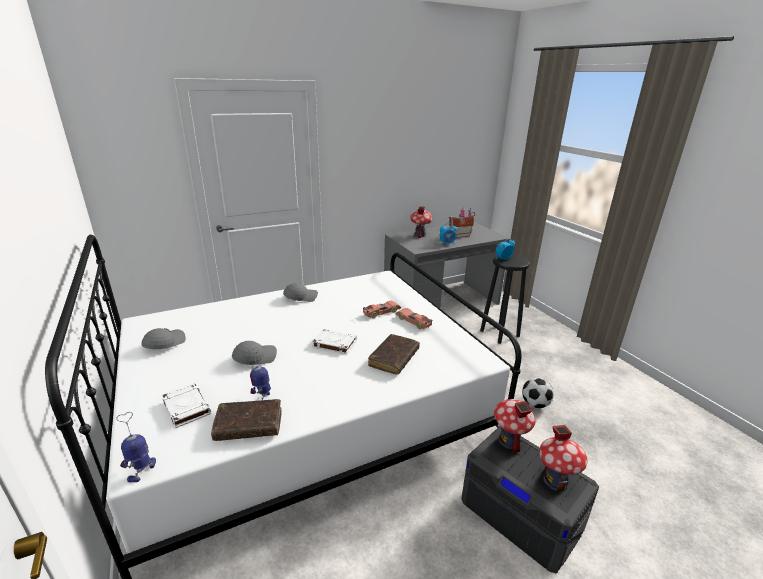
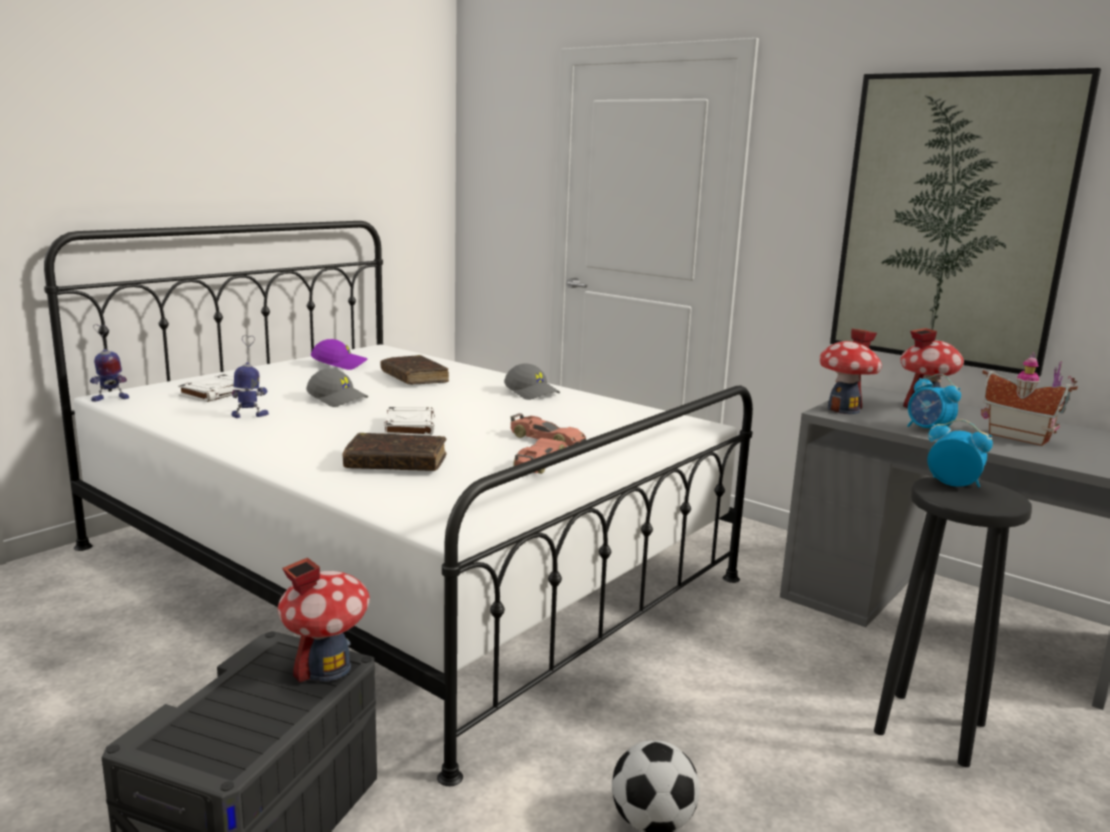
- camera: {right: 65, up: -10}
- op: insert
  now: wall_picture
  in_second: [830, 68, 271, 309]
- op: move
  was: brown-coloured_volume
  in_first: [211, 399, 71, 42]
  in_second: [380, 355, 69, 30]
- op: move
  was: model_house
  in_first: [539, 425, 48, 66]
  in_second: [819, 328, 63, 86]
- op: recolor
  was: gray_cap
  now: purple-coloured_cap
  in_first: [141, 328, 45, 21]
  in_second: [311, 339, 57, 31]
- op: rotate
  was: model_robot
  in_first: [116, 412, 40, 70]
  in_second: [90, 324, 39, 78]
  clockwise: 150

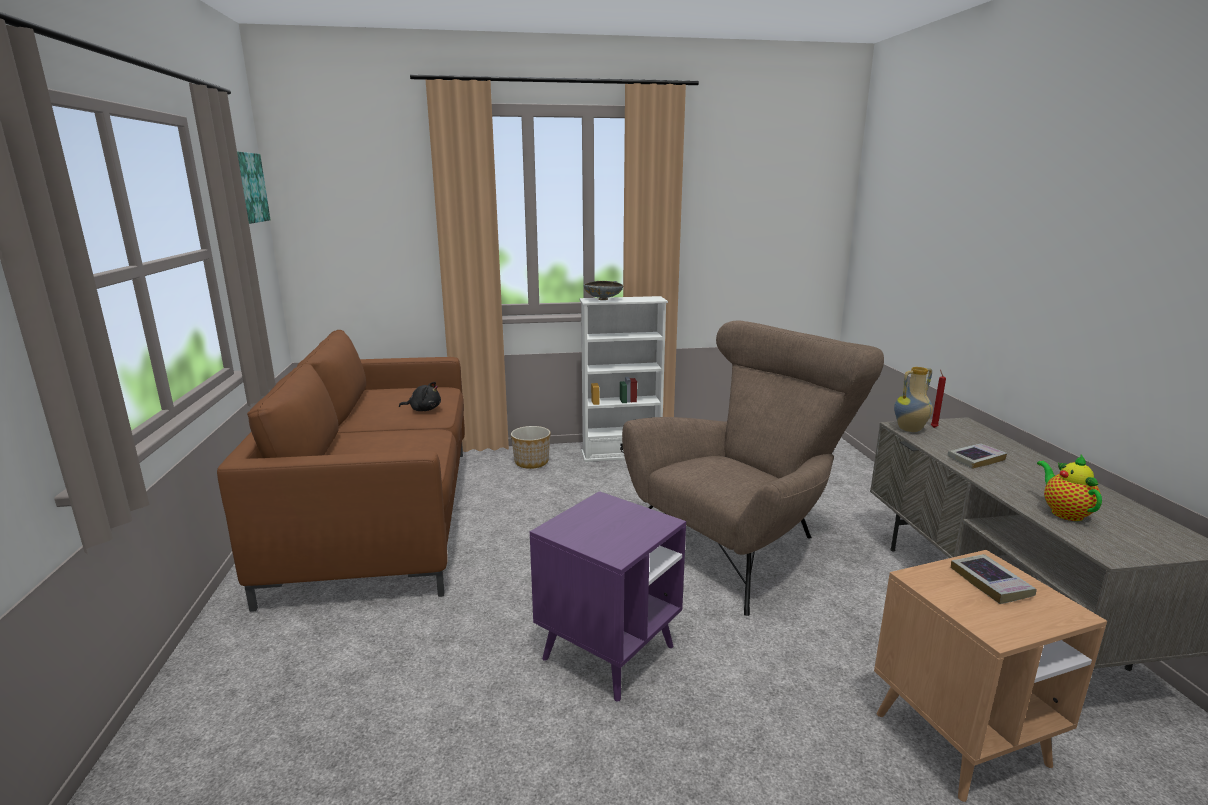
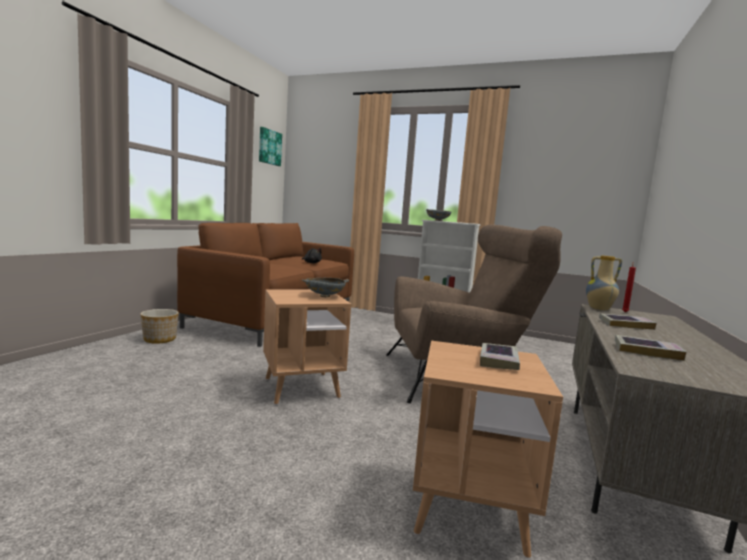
- camera: {right: 30, up: -10}
- op: insert
  now: gray_deep_dish
  in_second: [302, 278, 47, 19]
- op: move
  was: plant_pot
  in_first: [511, 426, 40, 43]
  in_second: [140, 309, 39, 35]
- op: replace
  was: pot_for_tea
  now: volume
  in_first: [1037, 455, 65, 66]
  in_second: [615, 335, 71, 26]
- op: recolor
  was: purple-coloured_side_table
  now: brown-coloured_side_table
  in_first: [530, 491, 156, 211]
  in_second: [263, 289, 88, 116]

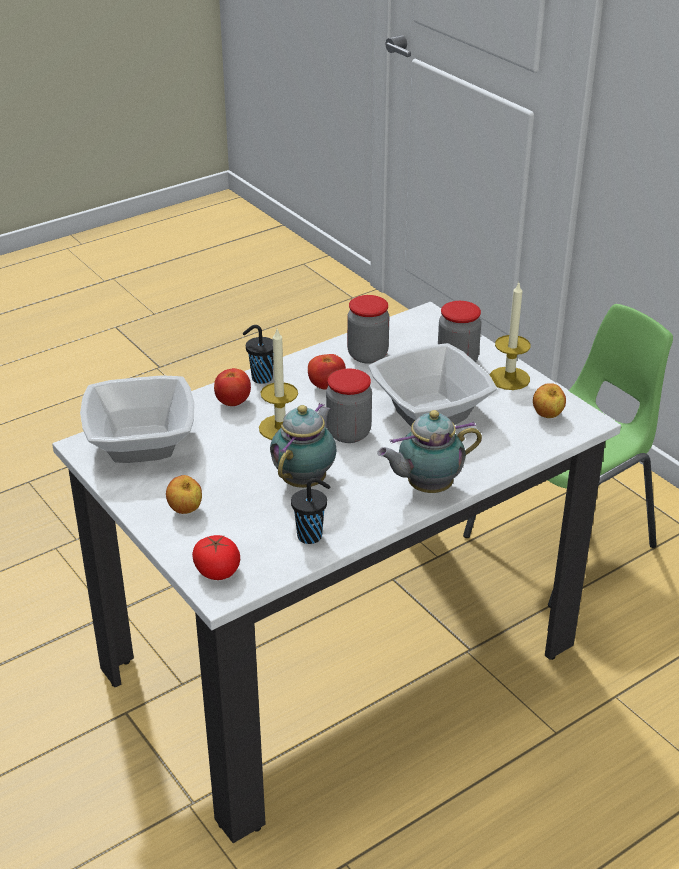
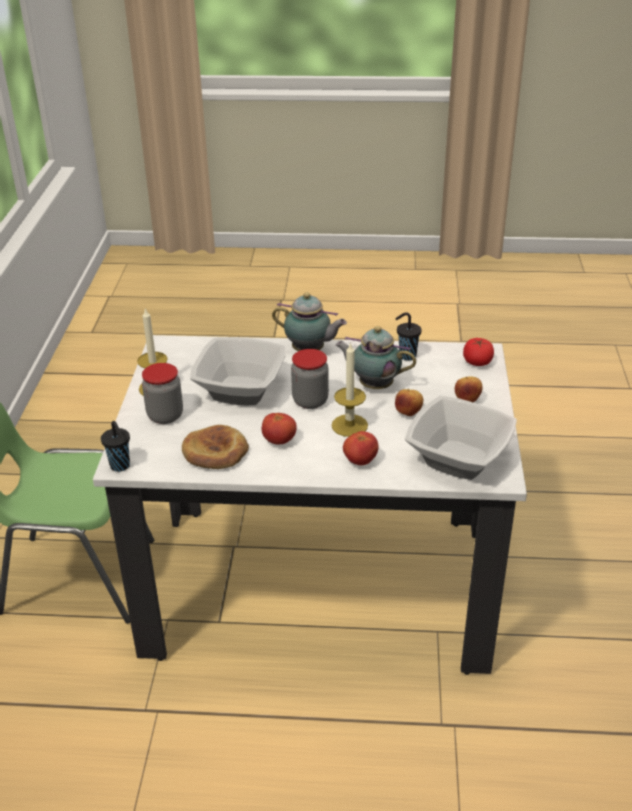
- camera: {right: -140, up: 0}
- op: move
  was: black_drinking_cup
  in_first: [243, 325, 30, 59]
  in_second: [101, 421, 29, 51]
- op: move
  was: whole_apple
  in_first: [533, 383, 33, 35]
  in_second: [395, 389, 28, 27]
- op: replace
  was: storage_jar
  now: bread
  in_first: [347, 295, 42, 69]
  in_second: [182, 425, 67, 44]
- op: rotate
  was: pot_for_tea
  in_first: [270, 403, 67, 85]
  in_second: [335, 326, 81, 63]
  clockwise: 45

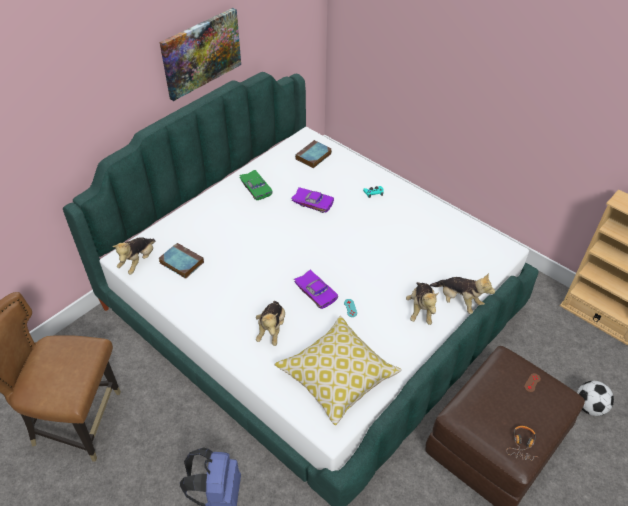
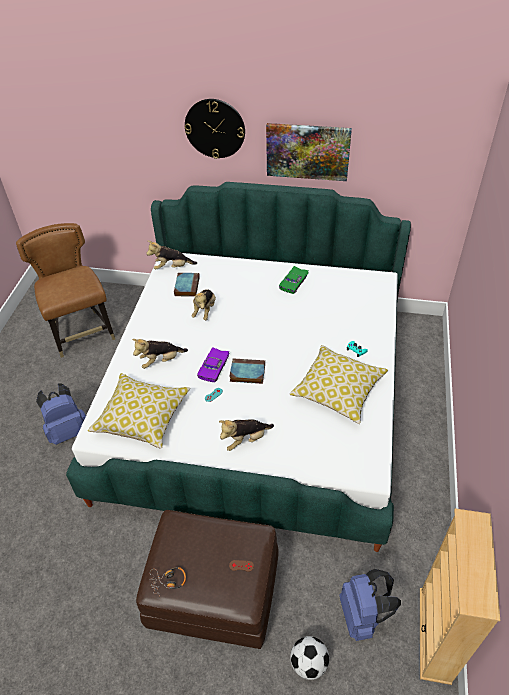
- camera: {right: 60, up: 0}
- op: delete
  was: purple-coloured_toy_car
  in_first: [291, 187, 43, 26]
- op: insert
  now: hanging_clock
  in_second: [185, 99, 60, 60]
- op: insert
  now: pillow
  in_second: [289, 345, 99, 79]
- op: insert
  now: blue-coloured_rucksack
  in_second: [339, 569, 62, 72]
- op: move
  was: volume
  in_first: [295, 140, 37, 28]
  in_second: [229, 358, 36, 26]
- op: move
  was: cuddly_toy
  in_first: [430, 273, 65, 41]
  in_second: [191, 289, 25, 31]

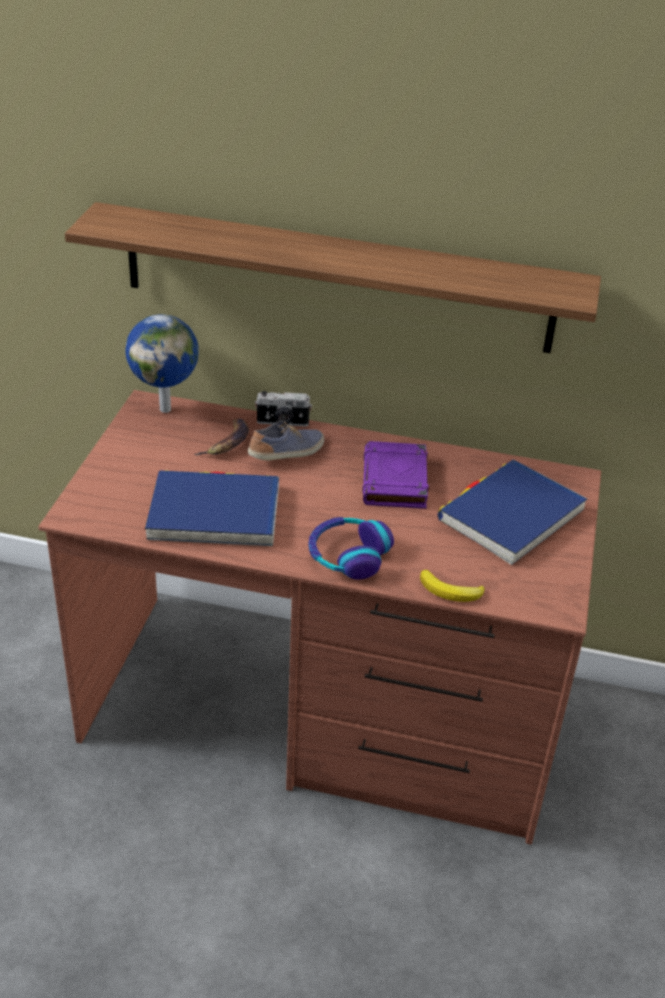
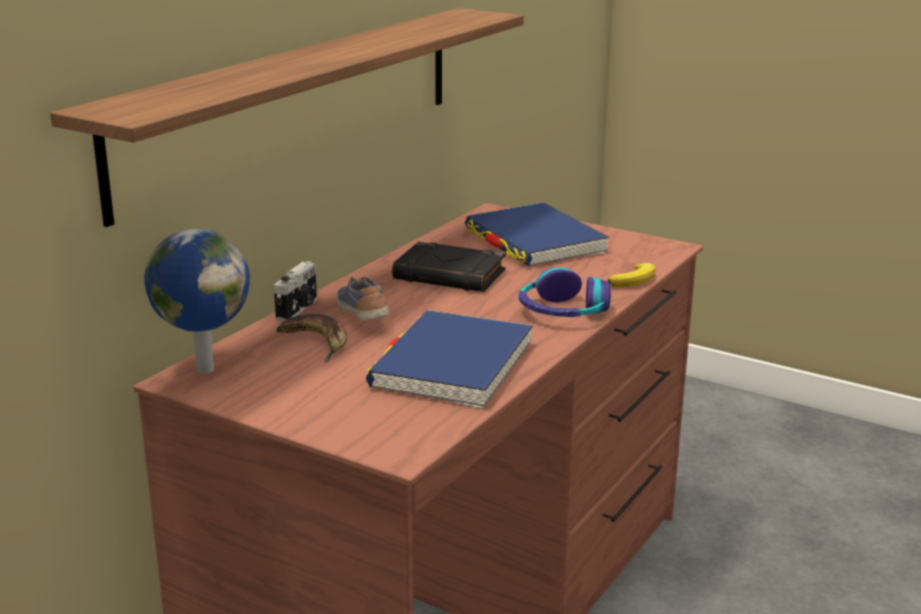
- camera: {right: -70, up: -15}
- op: recolor
  was: purple-coloured_volume
  now: black_volume
  in_first: [362, 441, 67, 68]
  in_second: [392, 242, 114, 50]

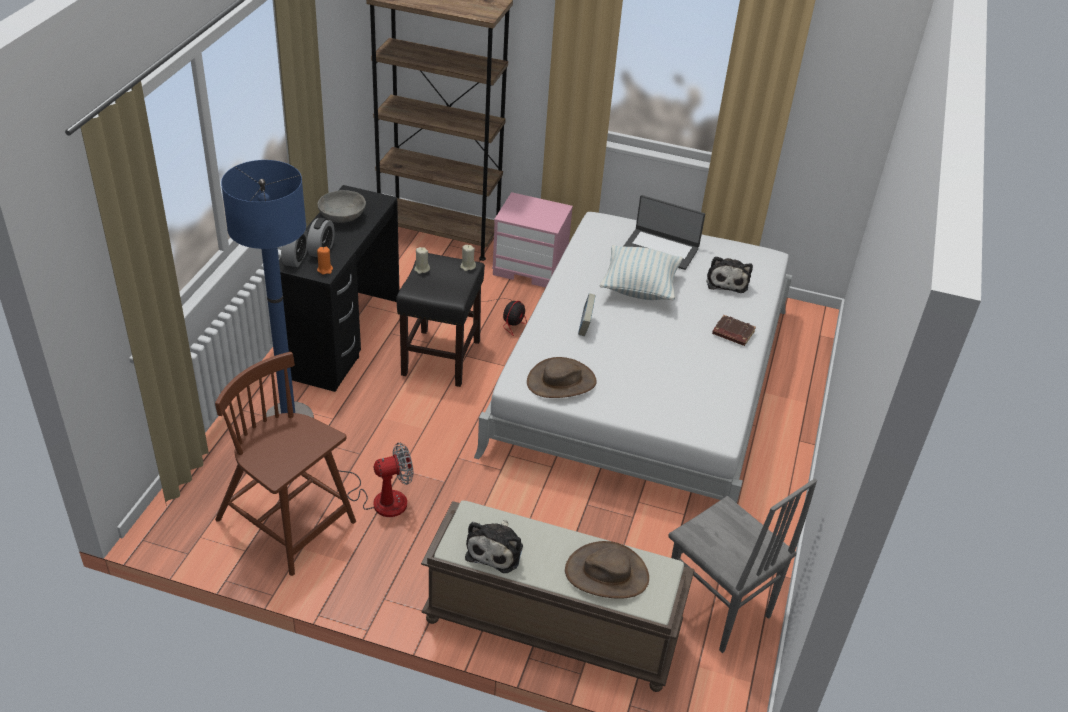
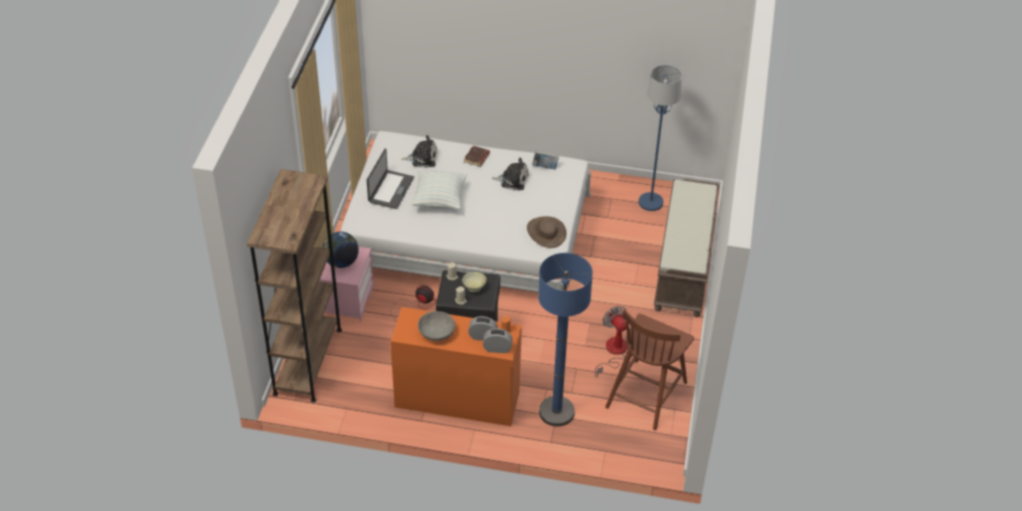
- camera: {right: -95, up: 5}
- op: delete
  was: brown-coloured_hat
  in_first: [565, 541, 84, 58]
- op: insert
  now: globe
  in_second: [322, 232, 37, 36]
- op: insert
  now: beige_deep_dish
  in_second: [462, 272, 25, 20]
- op: move
  was: cuddly_toy
  in_first: [465, 520, 58, 53]
  in_second: [492, 158, 37, 32]
- op: move
  was: volume
  in_first: [578, 293, 18, 43]
  in_second: [532, 151, 27, 18]
- op: replace
  was: gray_chair
  now: blue-coloured_floor_lamp
  in_first: [668, 479, 149, 174]
  in_second: [639, 65, 43, 146]
- op: recolor
  was: black_desk_unit
  now: orange-coloured_desk_unit
  in_first: [279, 185, 120, 207]
  in_second: [390, 307, 132, 119]

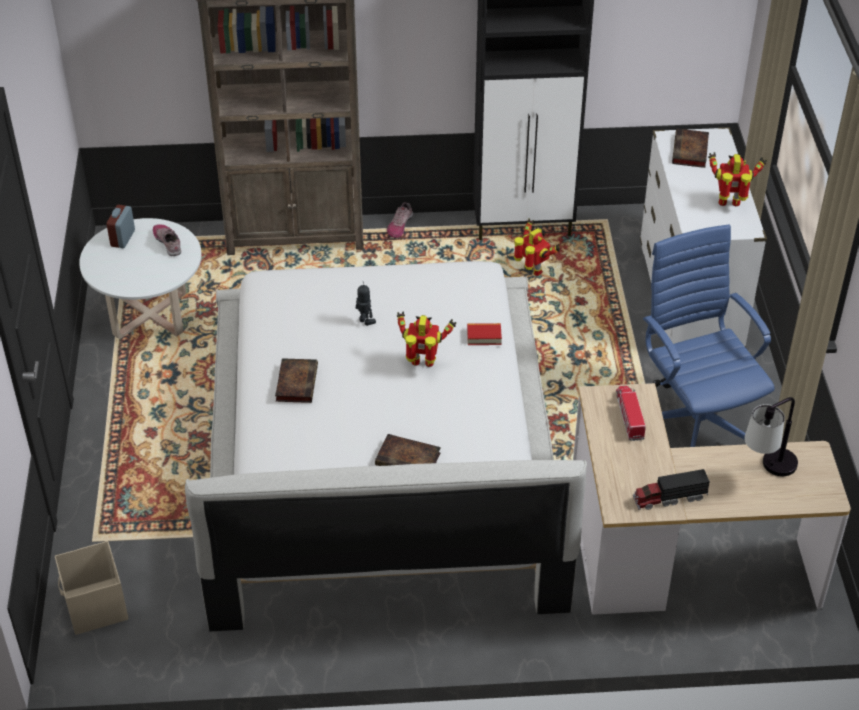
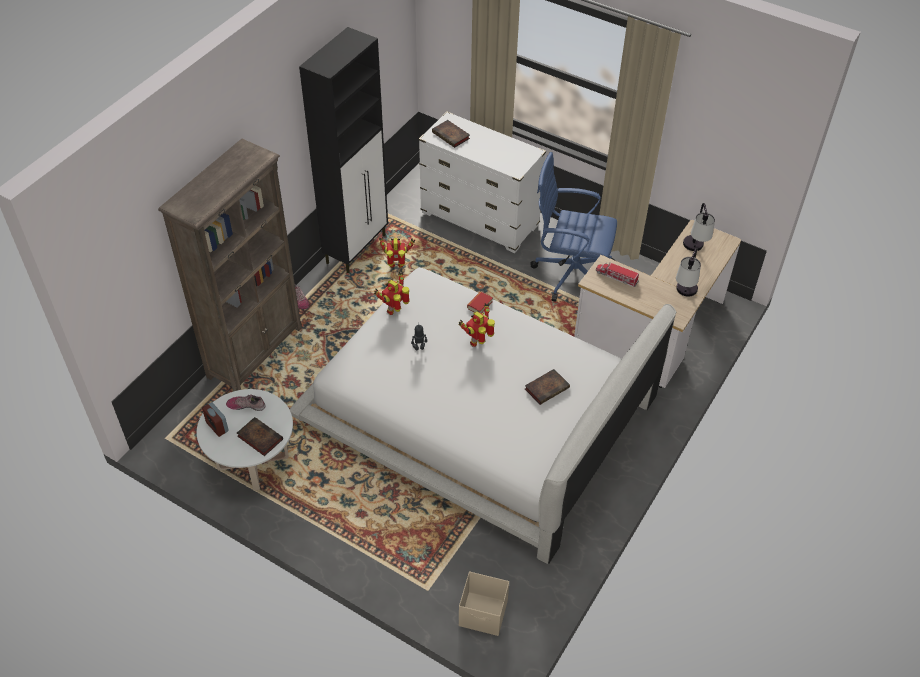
- camera: {right: -55, up: 5}
- op: move
  was: volume
  in_first: [275, 358, 43, 45]
  in_second: [237, 417, 46, 39]
- op: move
  was: model_robot
  in_first: [708, 152, 59, 54]
  in_second: [374, 271, 36, 44]
- op: replace
  was: model_truck
  now: lamp_for_a_table
  in_first: [633, 469, 77, 41]
  in_second: [676, 248, 25, 49]

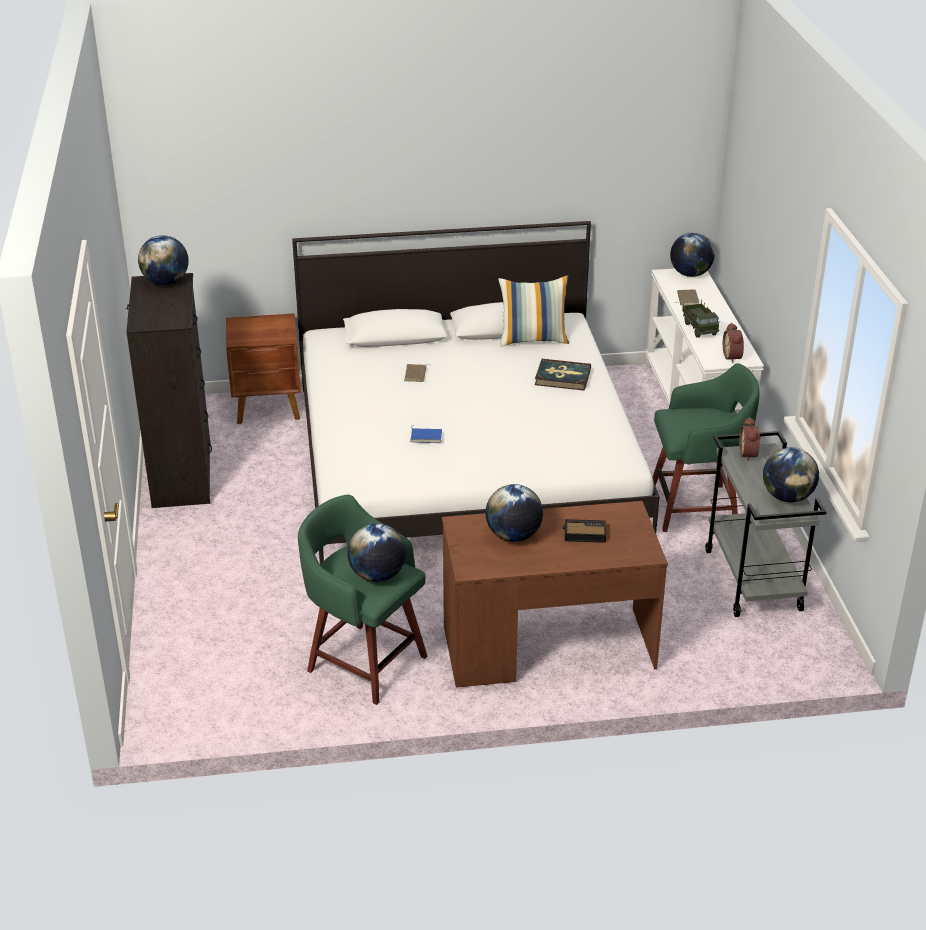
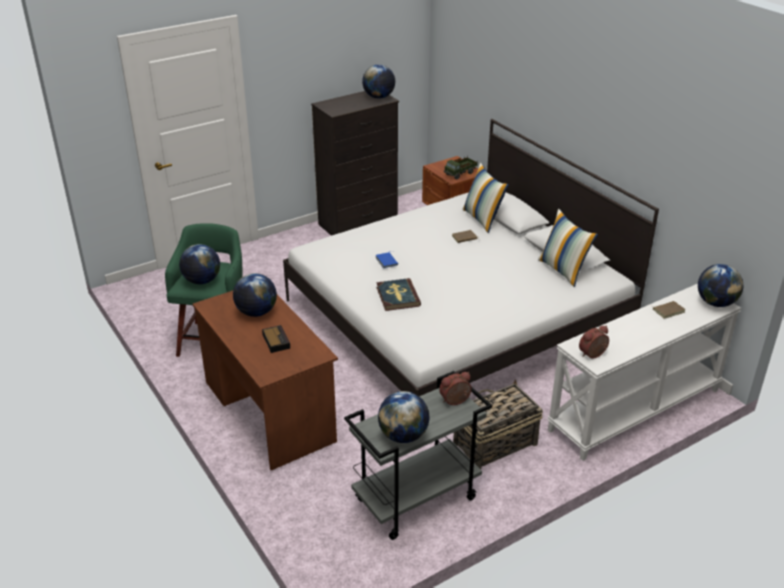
- camera: {right: 65, up: 0}
- op: insert
  now: pillow
  in_second: [462, 163, 46, 70]
- op: move
  was: volume
  in_first: [535, 359, 56, 32]
  in_second: [376, 278, 45, 33]
- op: move
  was: model_truck
  in_first: [682, 300, 37, 38]
  in_second: [444, 156, 34, 24]
- op: replace
  was: green-coloured_stool_seat
  now: basket
  in_first: [652, 363, 107, 169]
  in_second: [453, 379, 90, 90]

